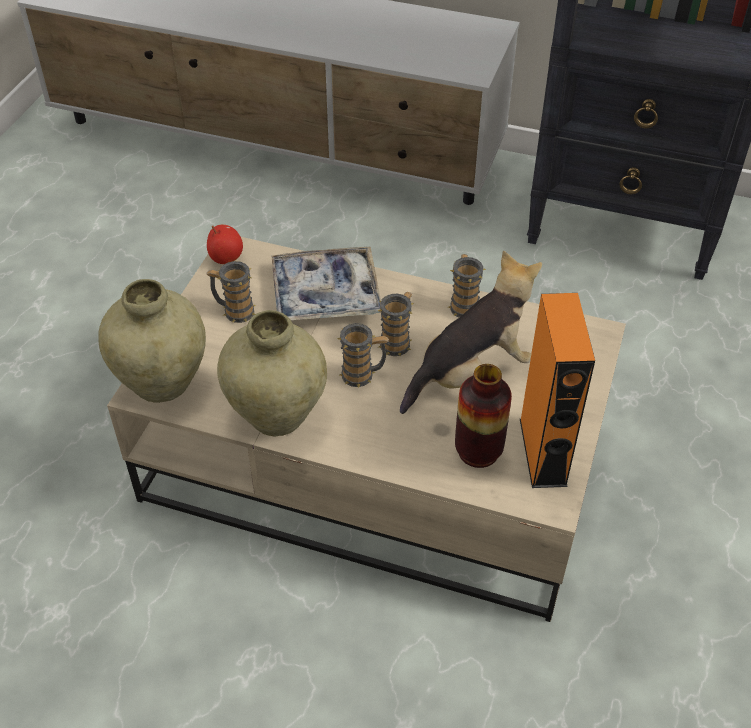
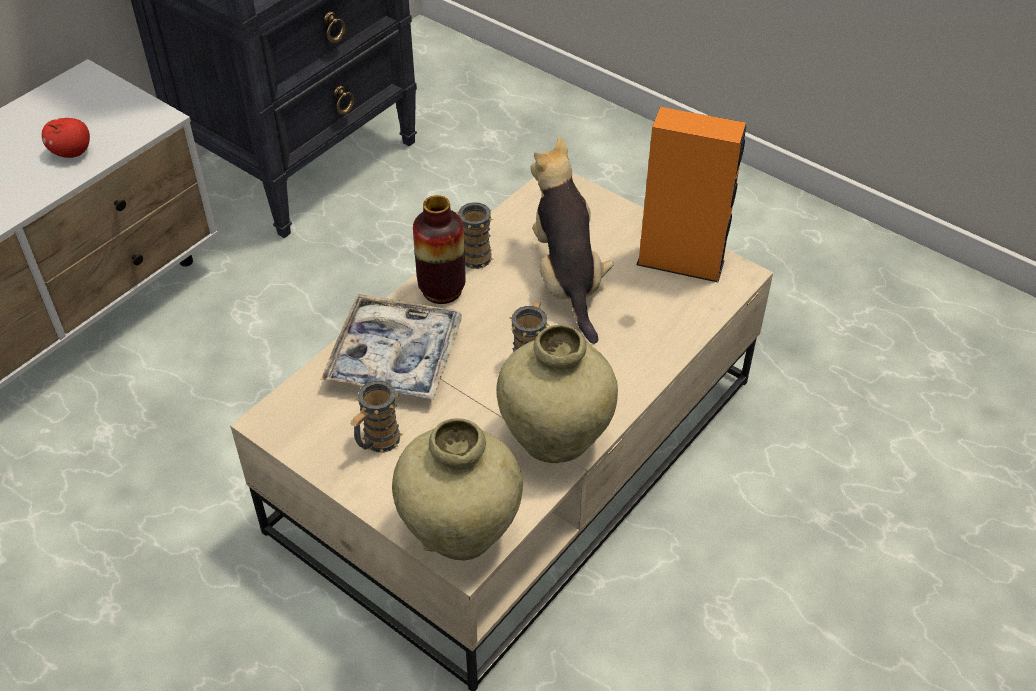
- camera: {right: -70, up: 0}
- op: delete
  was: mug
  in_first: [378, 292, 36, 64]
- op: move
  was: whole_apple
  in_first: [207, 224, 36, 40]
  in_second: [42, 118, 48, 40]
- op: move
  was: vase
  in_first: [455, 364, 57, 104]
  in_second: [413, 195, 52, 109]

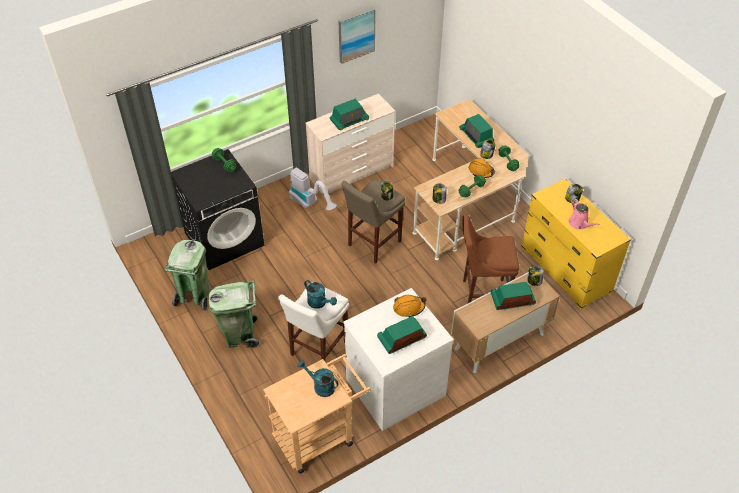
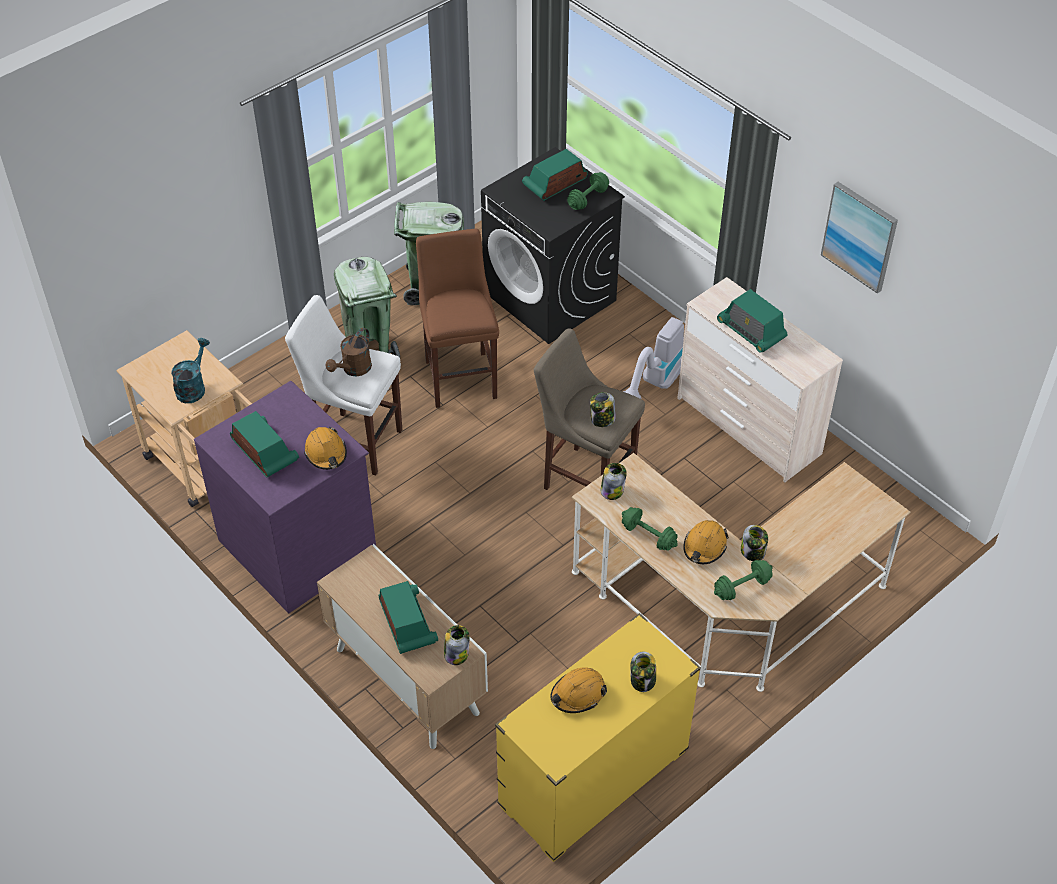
- camera: {right: 80, up: 0}
- op: move
  was: radio_receiver
  in_first: [459, 114, 35, 34]
  in_second: [522, 149, 66, 52]
- op: move
  was: brown-coloured_stool_seat
  in_first: [462, 214, 57, 89]
  in_second: [416, 228, 83, 180]
- op: replace
  was: pinkish_watering_pot
  now: orange-coloured_safety_helmet
  in_first: [569, 199, 31, 31]
  in_second: [550, 667, 57, 46]
- op: recolor
  was: turquoise-coloured_watering_pot
  now: brown-coloured_watering_pot
  in_first: [304, 280, 33, 29]
  in_second: [326, 328, 46, 49]
- op: recolor
  was: whitish_dresser
  now: purple-coloured_dresser
  in_first: [343, 288, 111, 143]
  in_second: [194, 381, 182, 232]

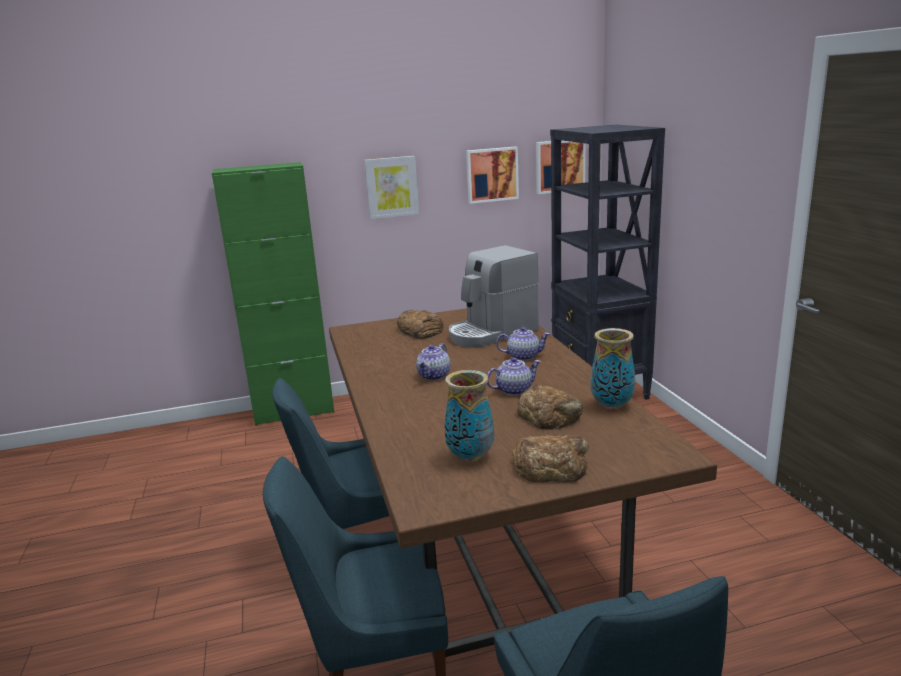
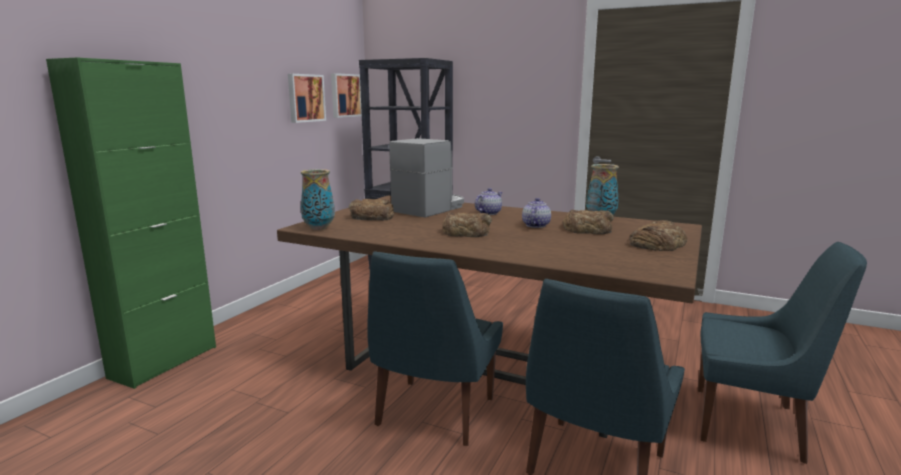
- camera: {right: -50, up: -5}
- op: delete
  was: wall_picture
  in_first: [364, 156, 55, 63]
- op: move
  was: vase
  in_first: [444, 370, 50, 92]
  in_second: [301, 169, 34, 61]
- op: replace
  was: pot_for_tea
  now: bread
  in_first: [416, 343, 34, 37]
  in_second: [442, 212, 50, 25]
- op: rotate
  was: coffee_maker
  in_first: [449, 245, 90, 102]
  in_second: [389, 138, 75, 79]
  clockwise: -150

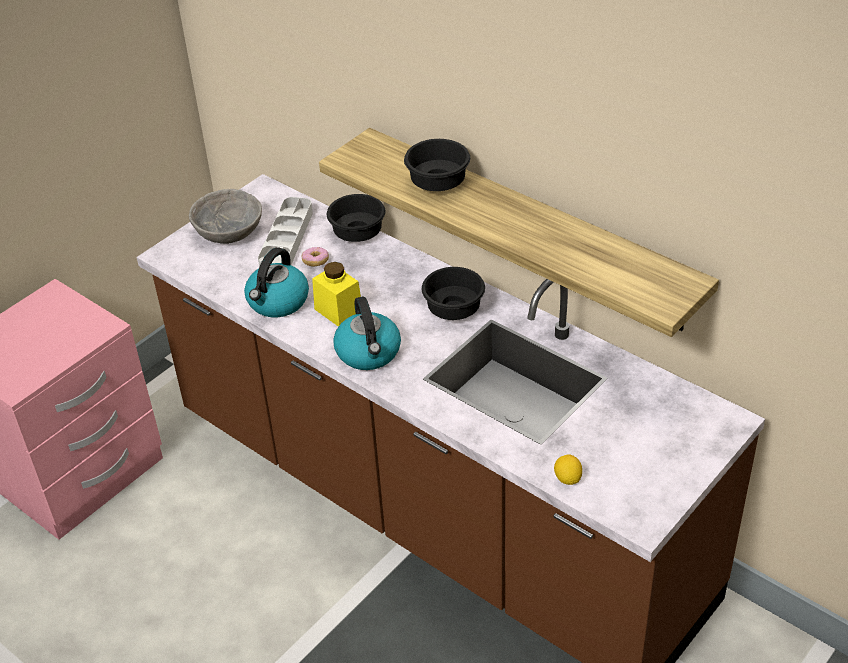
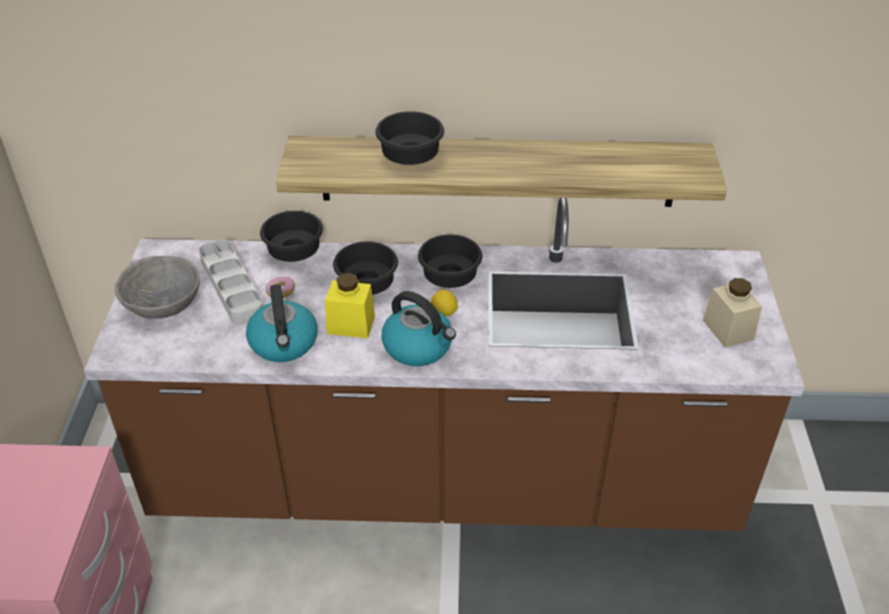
- camera: {right: -40, up: 0}
- op: insert
  now: black_deep_dish
  in_second: [333, 241, 65, 54]
- op: insert
  now: beige_storage_jar
  in_second: [703, 278, 59, 70]
- op: move
  was: citrus_fruit
  in_first: [554, 454, 28, 31]
  in_second: [431, 290, 27, 26]

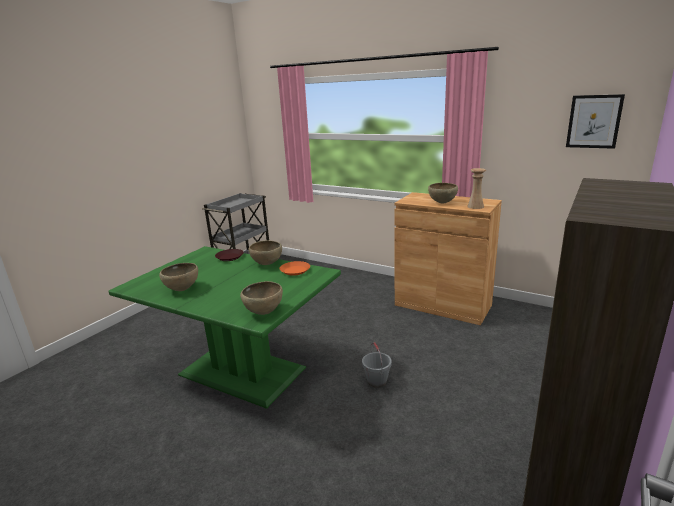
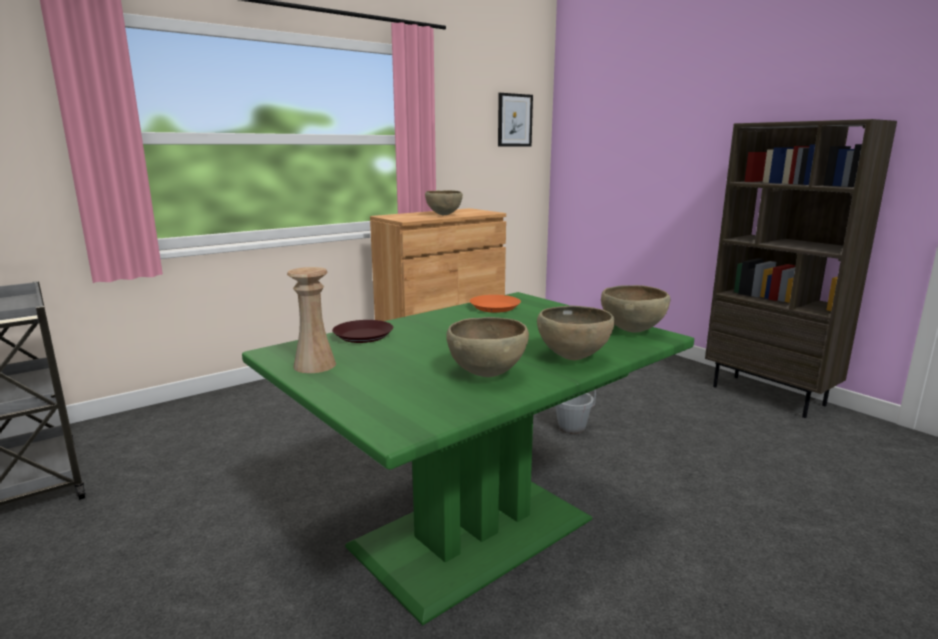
- camera: {right: -70, up: -5}
- op: move
  was: brown-coloured_deep_dish
  in_first: [248, 241, 34, 24]
  in_second: [537, 306, 78, 54]
- op: move
  was: beige_vase
  in_first: [467, 168, 19, 41]
  in_second: [287, 267, 49, 106]

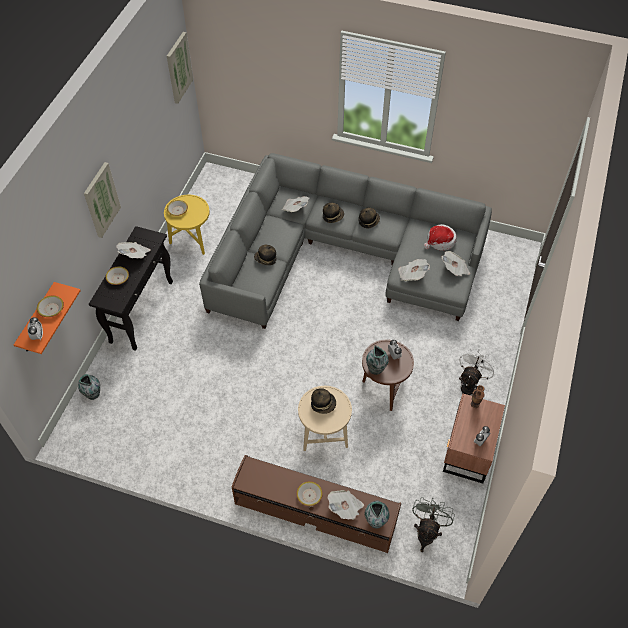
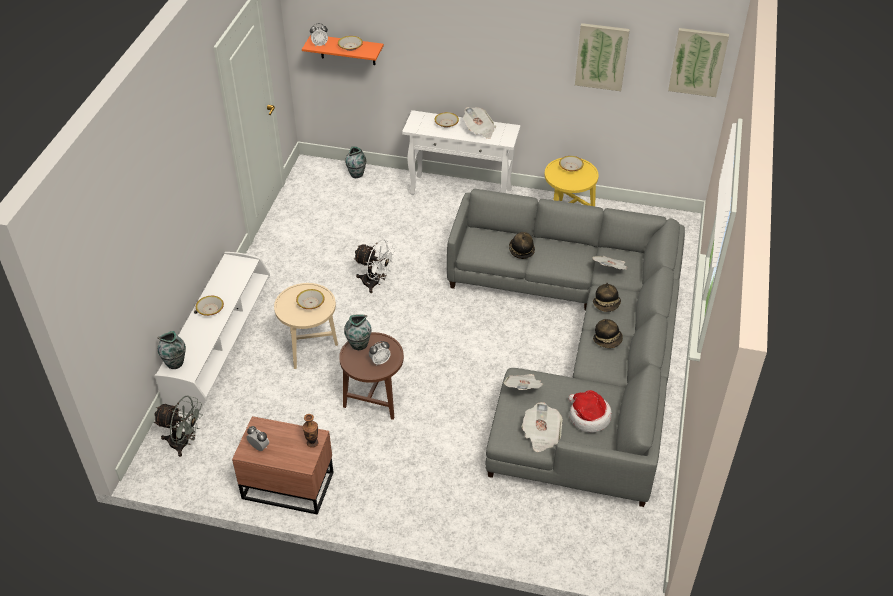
- camera: {right: 85, up: -10}
- op: delete
  was: printed_paper
  in_first: [327, 490, 37, 30]
- op: move
  was: wall_picture
  in_first: [84, 162, 37, 76]
  in_second: [575, 23, 55, 68]
- op: move
  was: whitish_cooling_fan
  in_first: [459, 348, 37, 47]
  in_second: [353, 239, 43, 54]
- op: replace
  was: hat
  now: deep_dish
  in_first: [311, 388, 25, 26]
  in_second: [296, 289, 29, 20]
- op: recolor
  was: black_console_table
  now: whitish_console_table
  in_first: [89, 226, 84, 125]
  in_second: [402, 110, 119, 85]
- op: recolor
  was: brown-coloured_tv_unit
  now: whitish_tv_unit
  in_first: [232, 455, 169, 98]
  in_second: [155, 252, 115, 161]

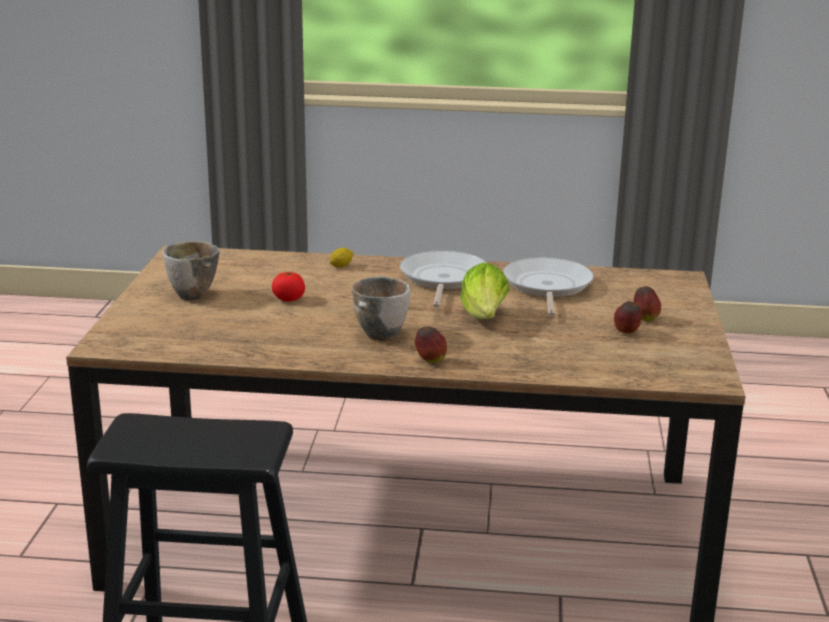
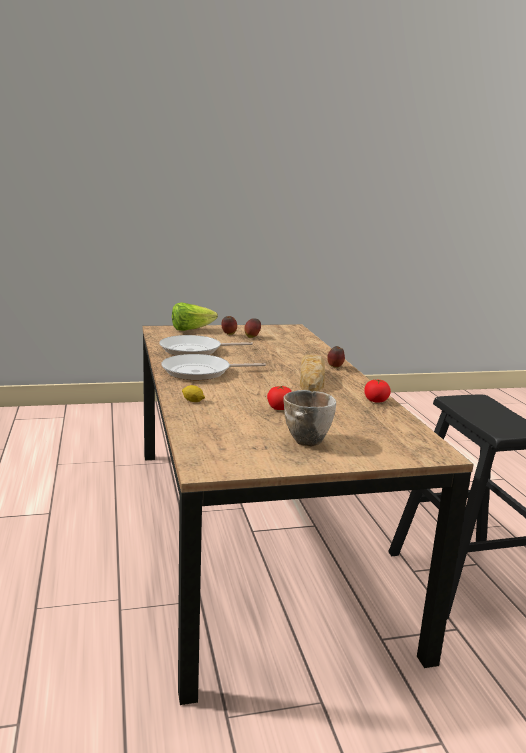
- camera: {right: -110, up: -5}
- op: insert
  now: tomato
  in_second: [364, 379, 27, 24]
- op: move
  was: lettuce
  in_first: [460, 263, 49, 56]
  in_second: [172, 302, 46, 29]
- op: replace
  was: deep_dish
  now: bread
  in_first: [351, 276, 59, 65]
  in_second: [300, 355, 25, 37]

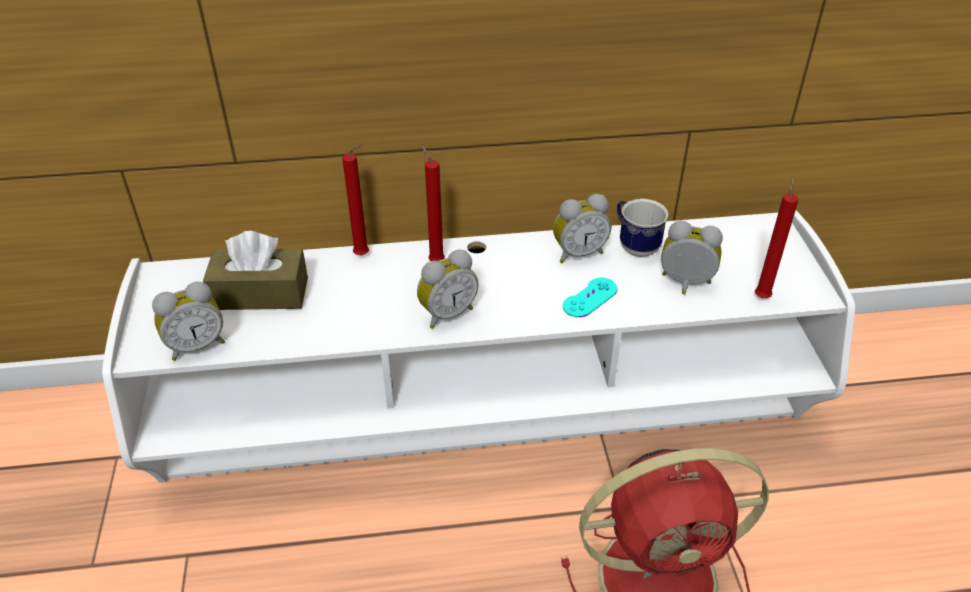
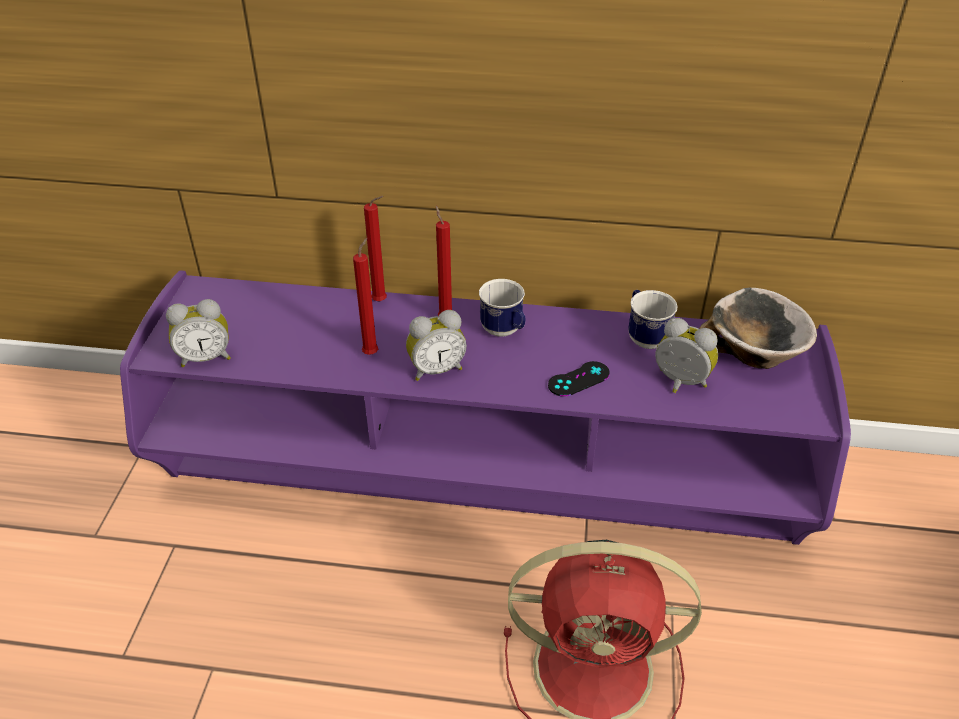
- camera: {right: 15, up: 0}
- op: delete
  was: brown-coloured_tissue_holder
  in_first: [203, 231, 105, 79]
- op: delete
  was: alarm_clock
  in_first: [553, 194, 58, 69]
- op: insert
  now: mug
  in_second: [479, 279, 47, 58]
- op: insert
  now: deep_dish
  in_second: [699, 288, 118, 81]
- op: move
  was: red-coloured_candle
  in_first: [755, 176, 44, 122]
  in_second: [353, 238, 25, 117]
- op: recolor
  was: whitish_tv_unit
  now: purple-coloured_tv_unit
  in_first: [102, 210, 753, 272]
  in_second: [120, 270, 731, 275]
- op: recolor
  was: turquoise-coloured_game_controller
  now: black_game_controller
  in_first: [563, 278, 55, 40]
  in_second: [548, 361, 62, 36]

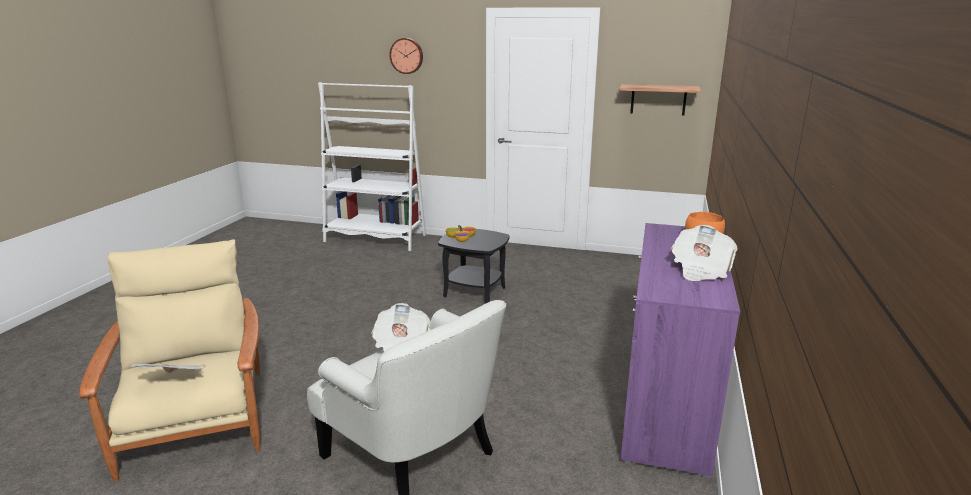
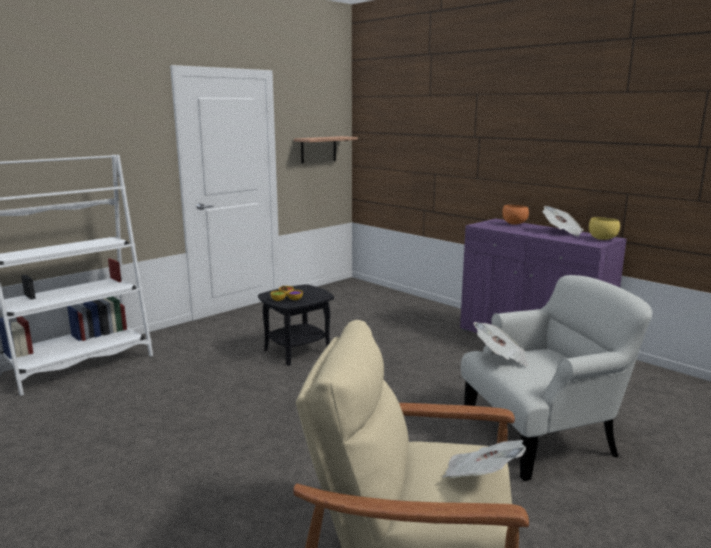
- camera: {right: -60, up: -5}
- op: delete
  was: hanging_clock
  in_first: [389, 38, 34, 36]
- op: insert
  now: yellow_deep_dish
  in_second: [589, 217, 31, 23]

